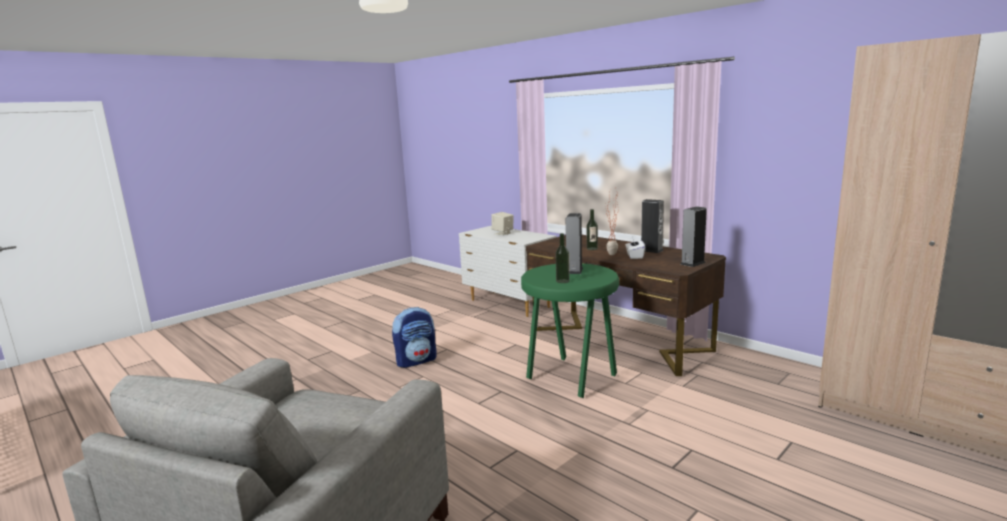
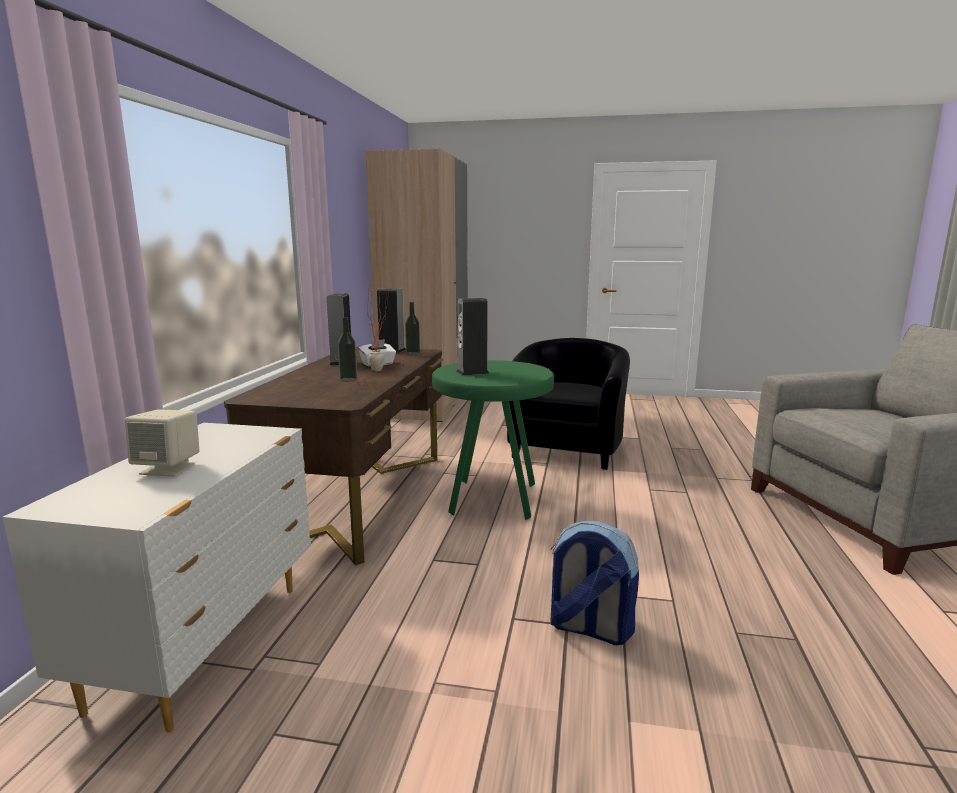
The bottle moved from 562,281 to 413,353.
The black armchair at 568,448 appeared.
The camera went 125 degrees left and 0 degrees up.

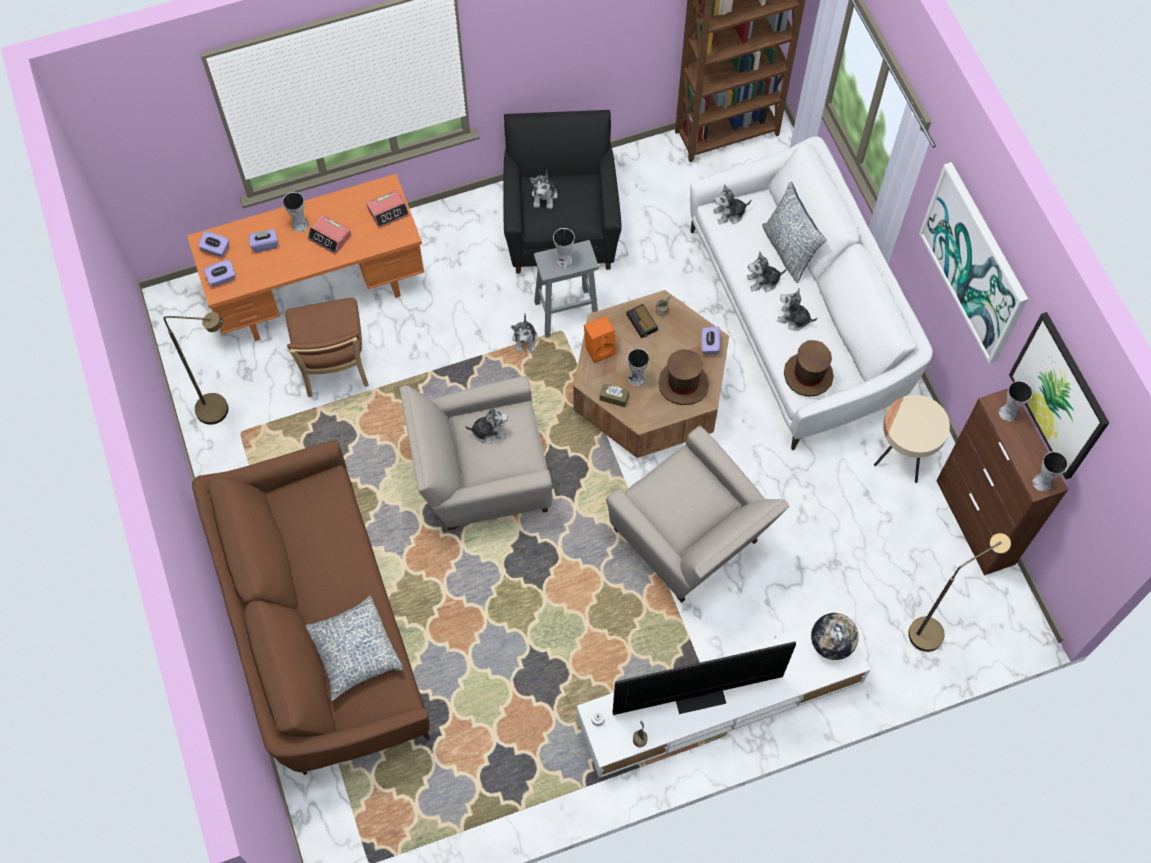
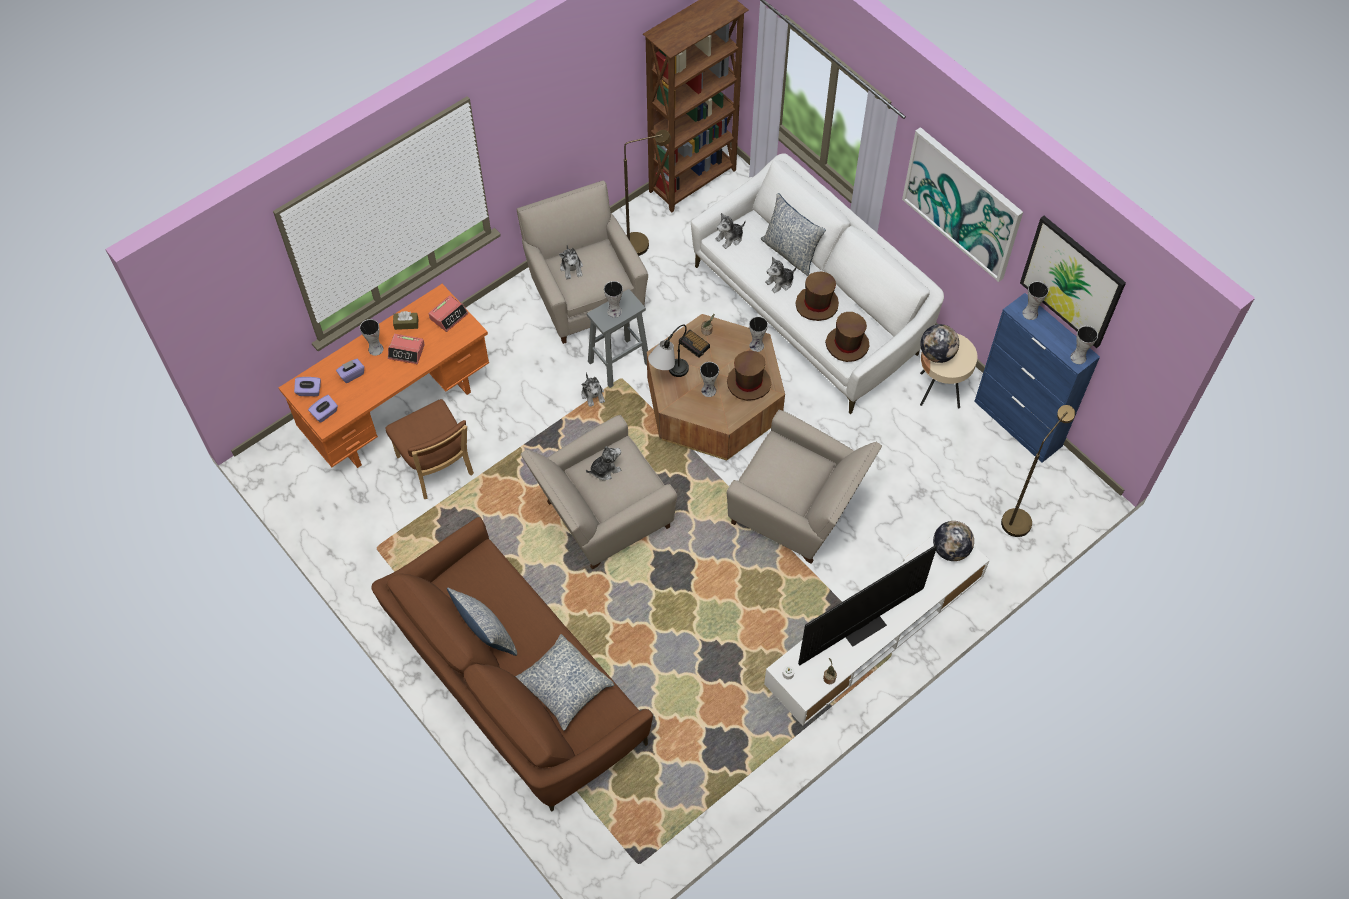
The brown tissue box moved from 614,397 to 406,324.
The pillow at 486,634 appeared.
The black armchair at 560,225 became the beige armchair at 584,294.
The brown floor lamp moved from 221,409 to 642,242.
The orange speaker at 600,348 was replaced by the table lamp at 668,376.
The purple tissue box at 709,345 was replaced by the vase at 757,346.
The plush toy at 793,319 was replaced by the brown hat at 817,304.
The globe at 937,354 appeared.
The brown cabinet at 975,522 became the blue cabinet at 1018,424.
The camera went 20 degrees left and 5 degrees down.

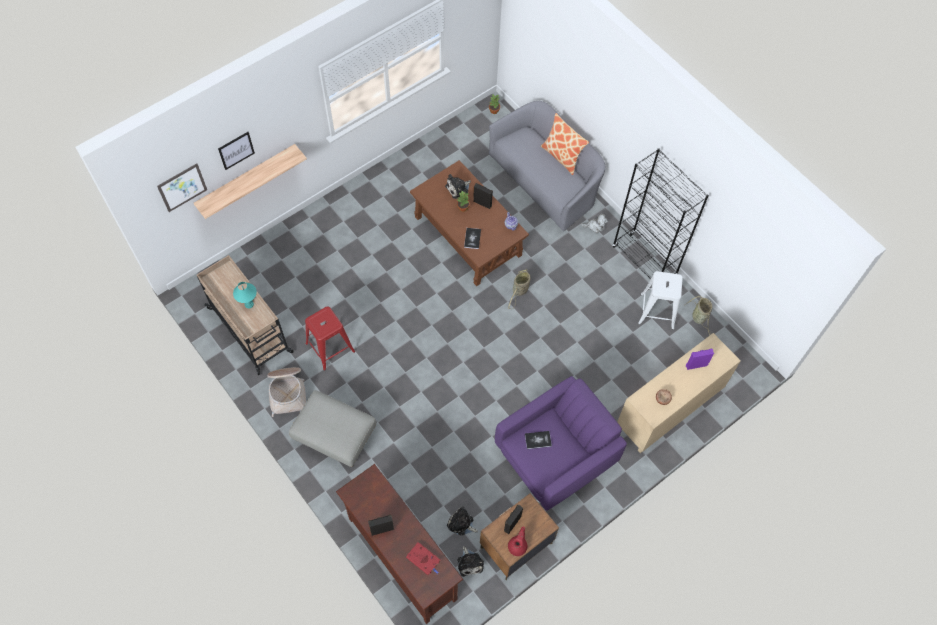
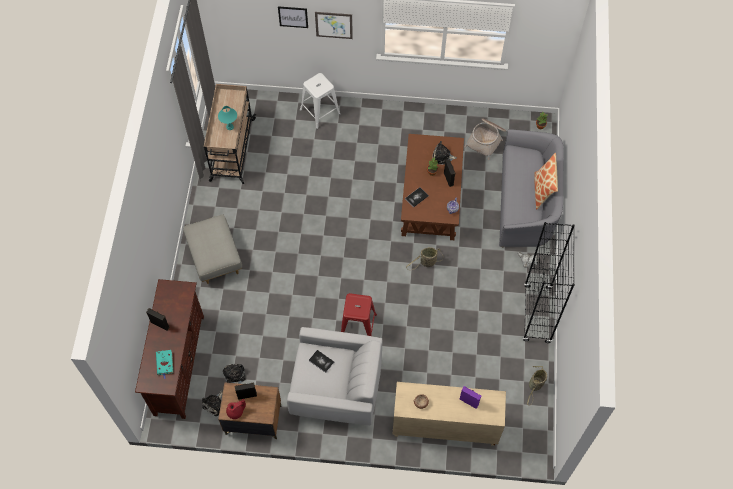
The red book at 424,559 became the turquoise book at 165,364.
The purple armchair at 555,456 became the white armchair at 336,388.
The white stool moved from 657,311 to 320,111.
The picture moved from 182,187 to 334,25.
The red stool moved from 330,347 to 358,326.
The basket moved from 287,392 to 486,140.
The shelf at 246,179 disappeared.
The camera went 45 degrees right and 0 degrees up.

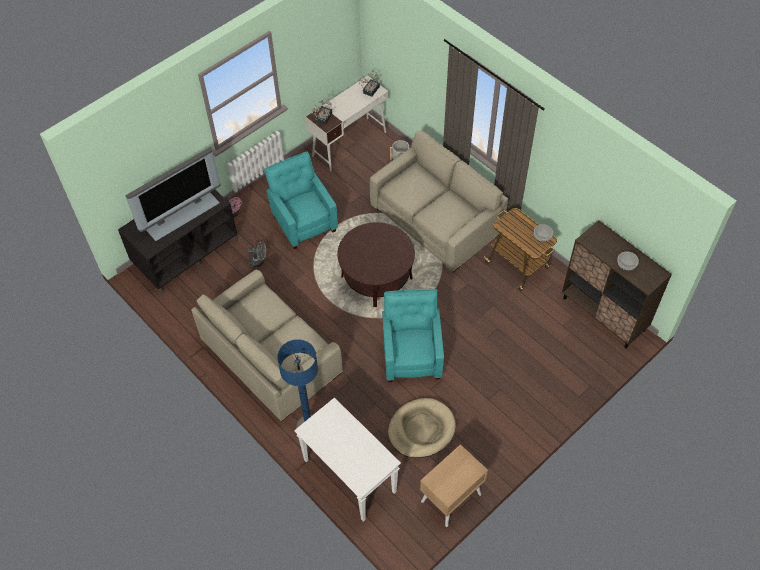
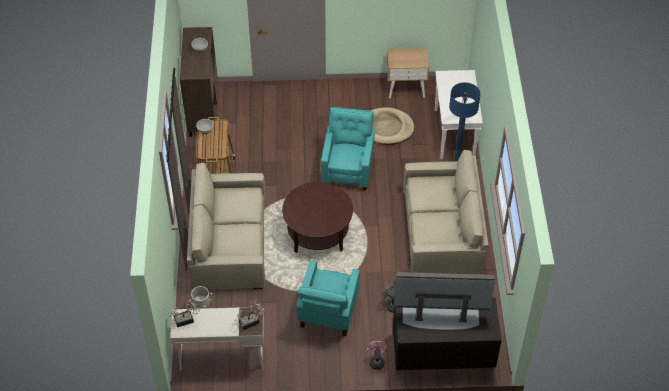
The turquoise armchair at 412,355 turned 150 degrees clockwise.
The camera went 140 degrees left and 5 degrees down.

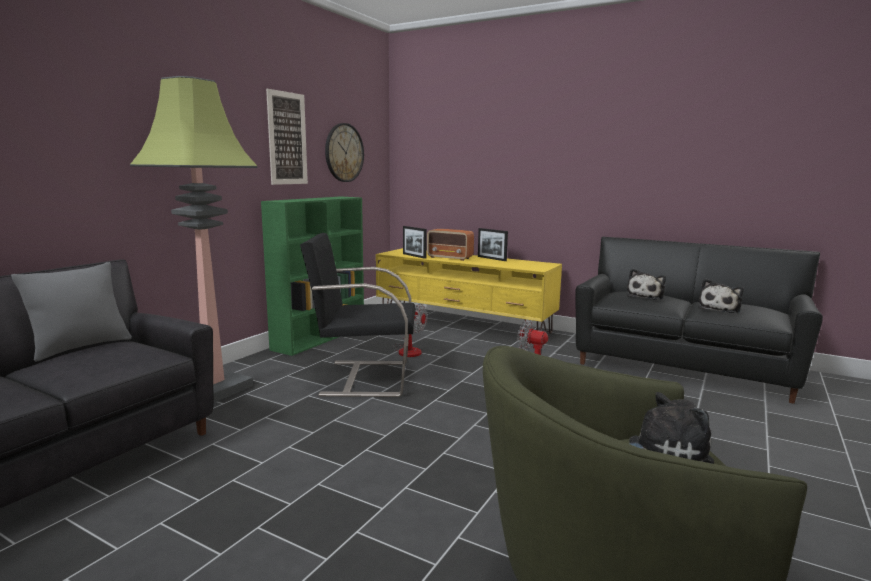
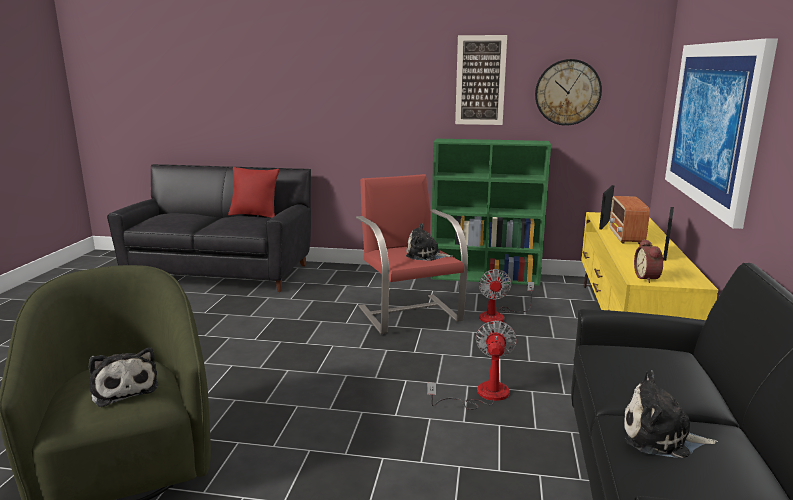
The grey pillow at 81,347 became the red pillow at 254,215.
The black armchair at 364,378 became the red armchair at 409,313.
The plush toy moved from 646,296 to 425,255.
The alarm clock at 648,278 appeared.
The picture at 713,124 appeared.
The floor lamp at 214,388 disappeared.
The camera went 70 degrees right and 5 degrees up.

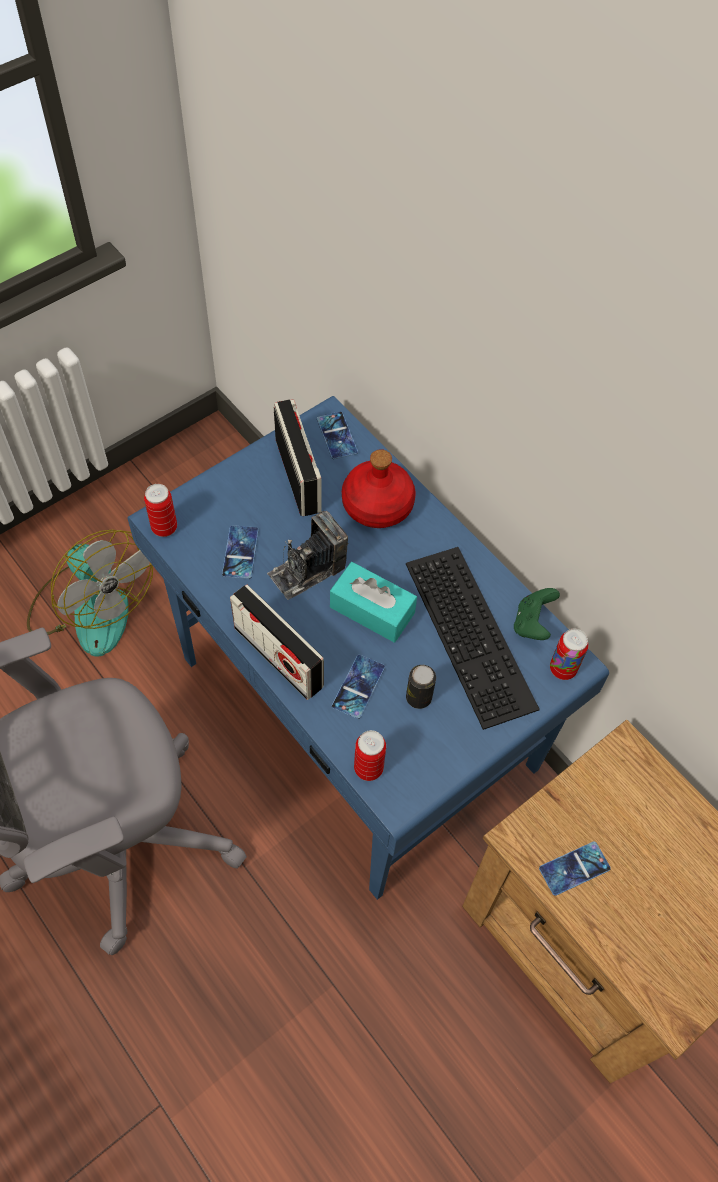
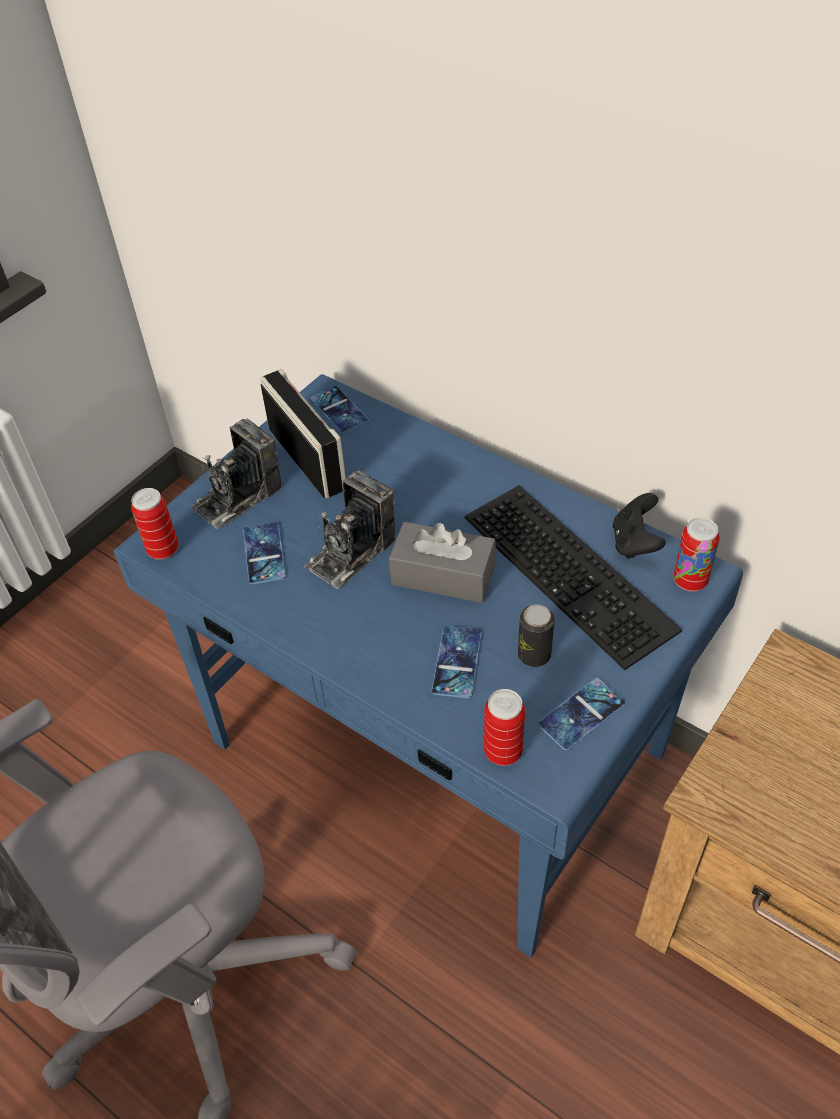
The photo camera at 237,497 appeared.
The turquoise tissue box at 372,610 became the grey tissue box at 443,575.
The phone moved from 574,868 to 581,714.
The green game controller at 532,623 became the black game controller at 635,542.
The fan at 91,607 disappeared.
The radio at 278,657 disappeared.
The red bottle at 377,506 disappeared.
The camera went 10 degrees left and 10 degrees down.

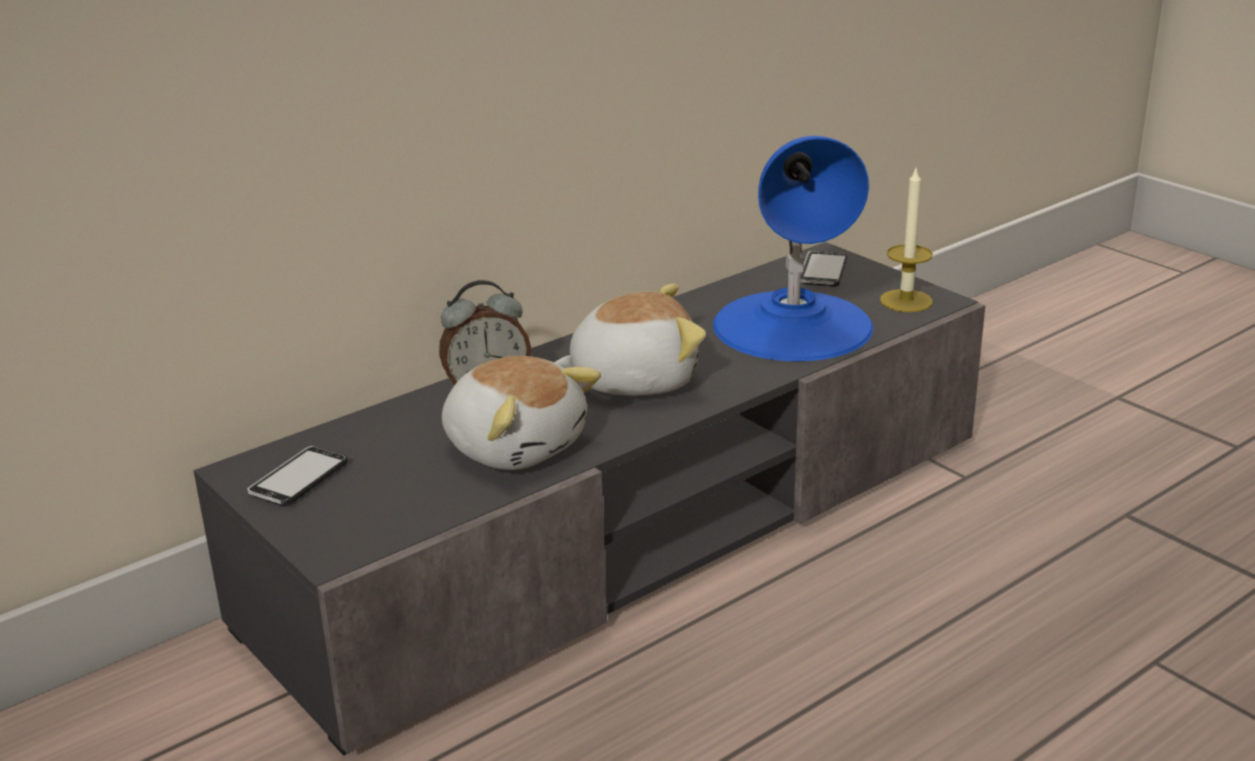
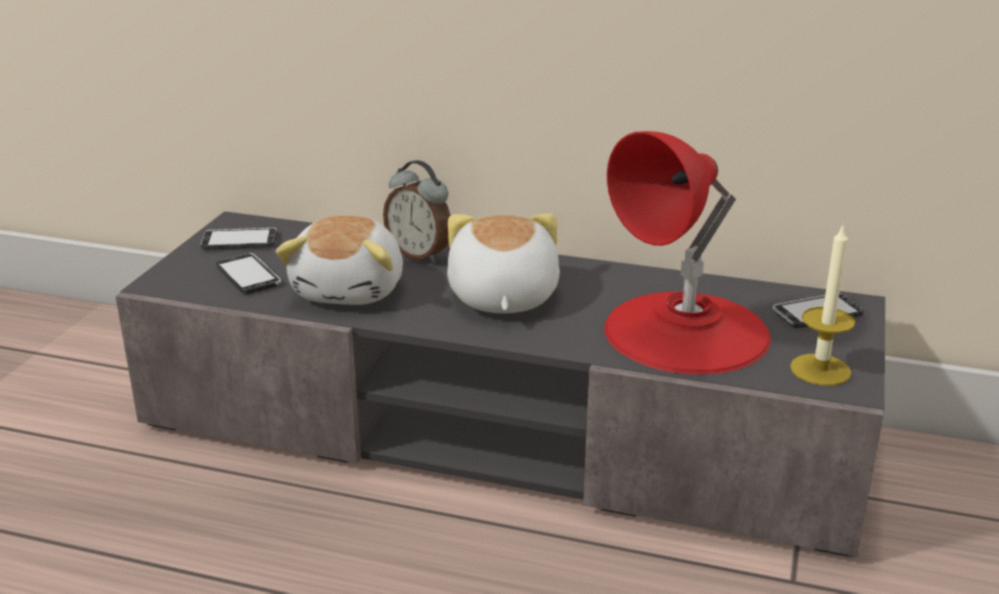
The phone at 248,276 appeared.
The plush toy at 633,379 turned 135 degrees counterclockwise.
The blue table lamp at 793,325 became the red table lamp at 686,332.
The camera went 55 degrees right and 0 degrees up.

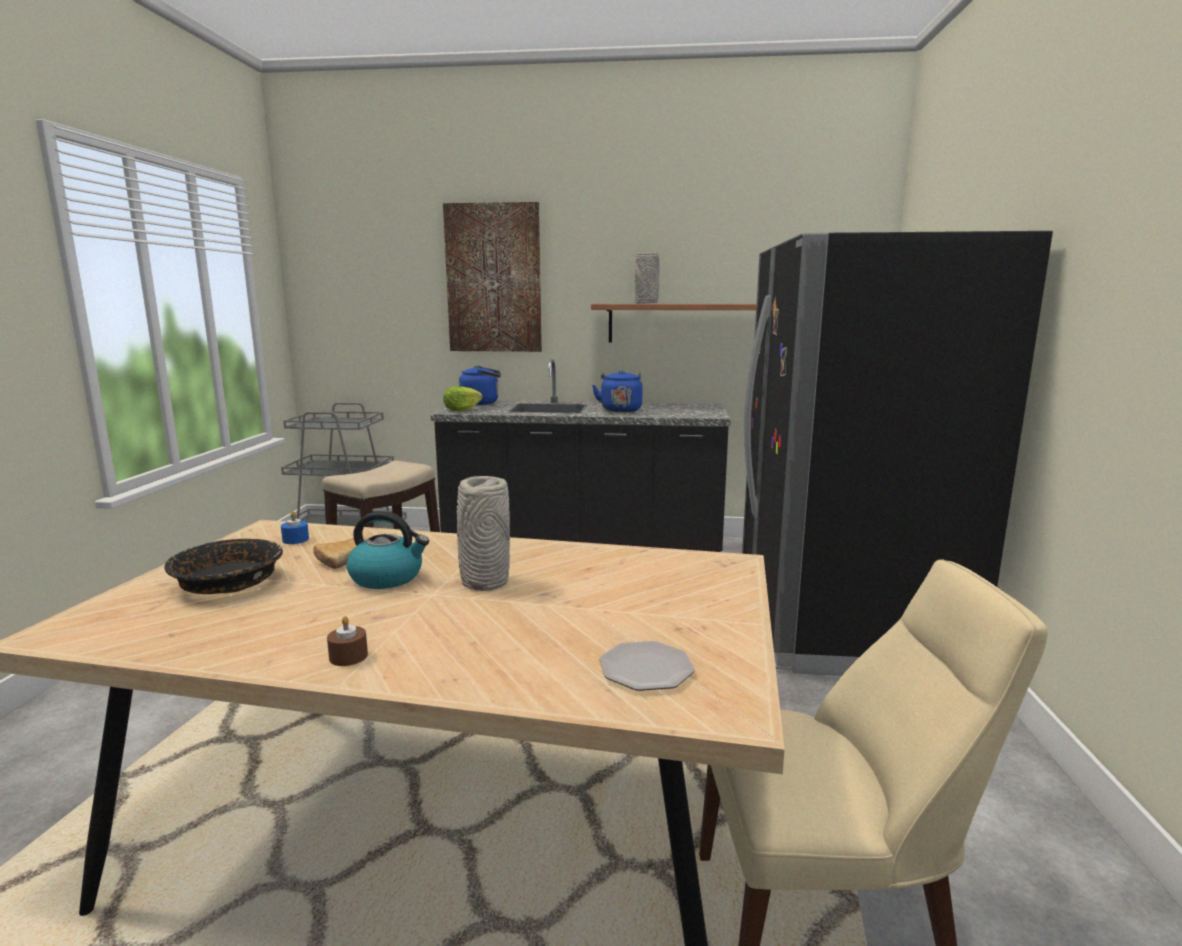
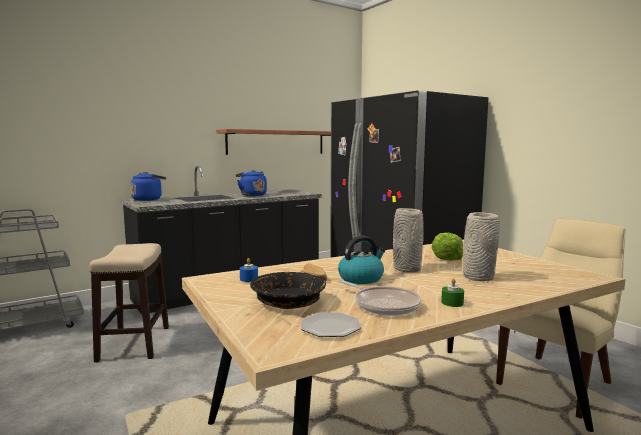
The plate moved from 645,669 to 329,327.
The frying pan at 383,304 appeared.
The lettuce moved from 461,409 to 446,258.
The brown candle at 348,656 became the green candle at 452,303.
The grey vase moved from 646,303 to 477,277.
The picture at 494,279 disappeared.
The camera went 40 degrees left and 5 degrees down.

